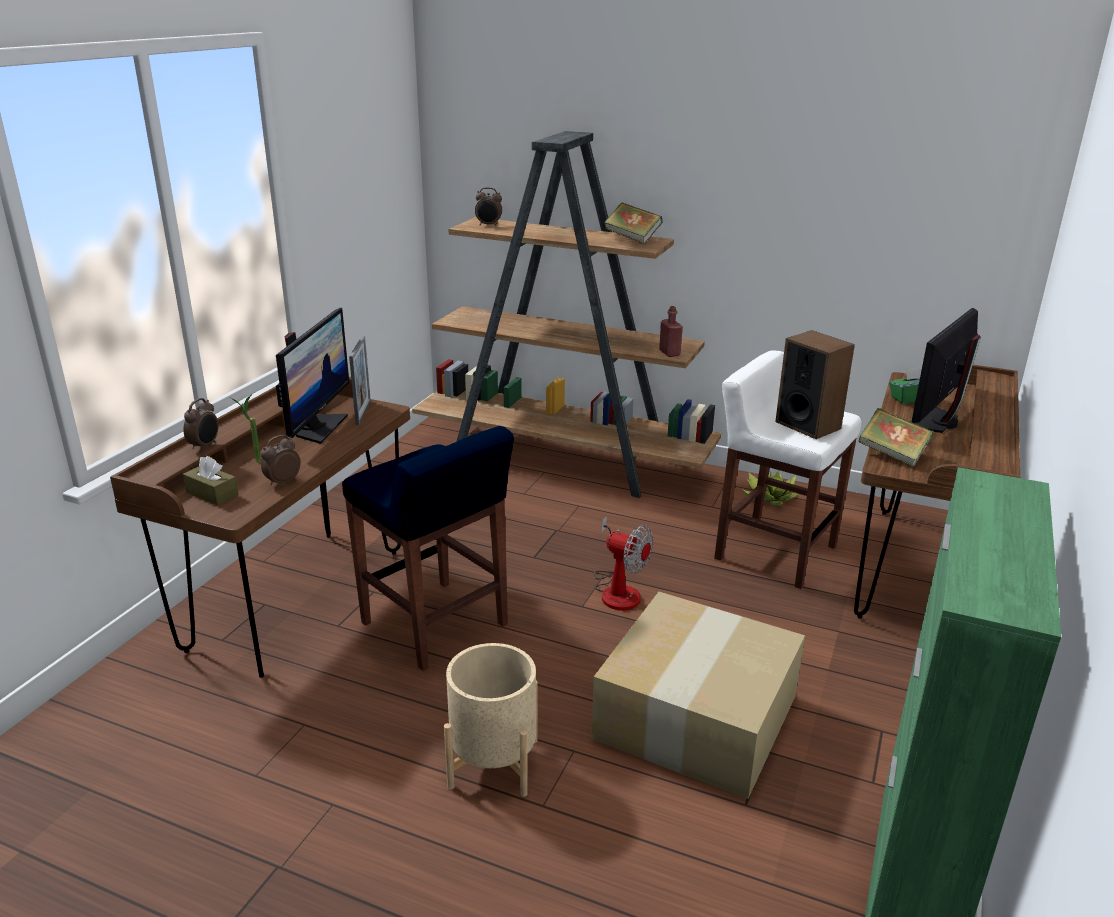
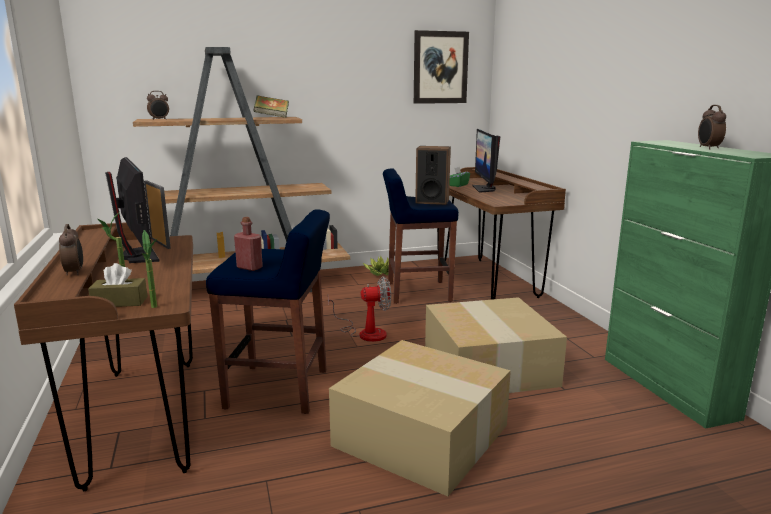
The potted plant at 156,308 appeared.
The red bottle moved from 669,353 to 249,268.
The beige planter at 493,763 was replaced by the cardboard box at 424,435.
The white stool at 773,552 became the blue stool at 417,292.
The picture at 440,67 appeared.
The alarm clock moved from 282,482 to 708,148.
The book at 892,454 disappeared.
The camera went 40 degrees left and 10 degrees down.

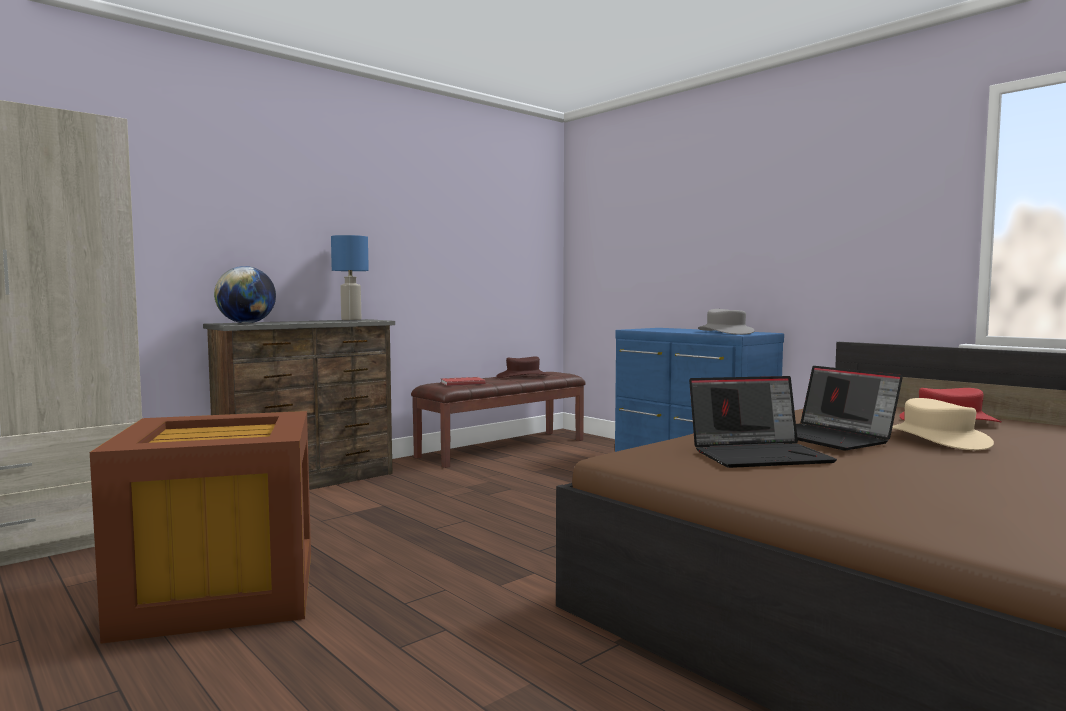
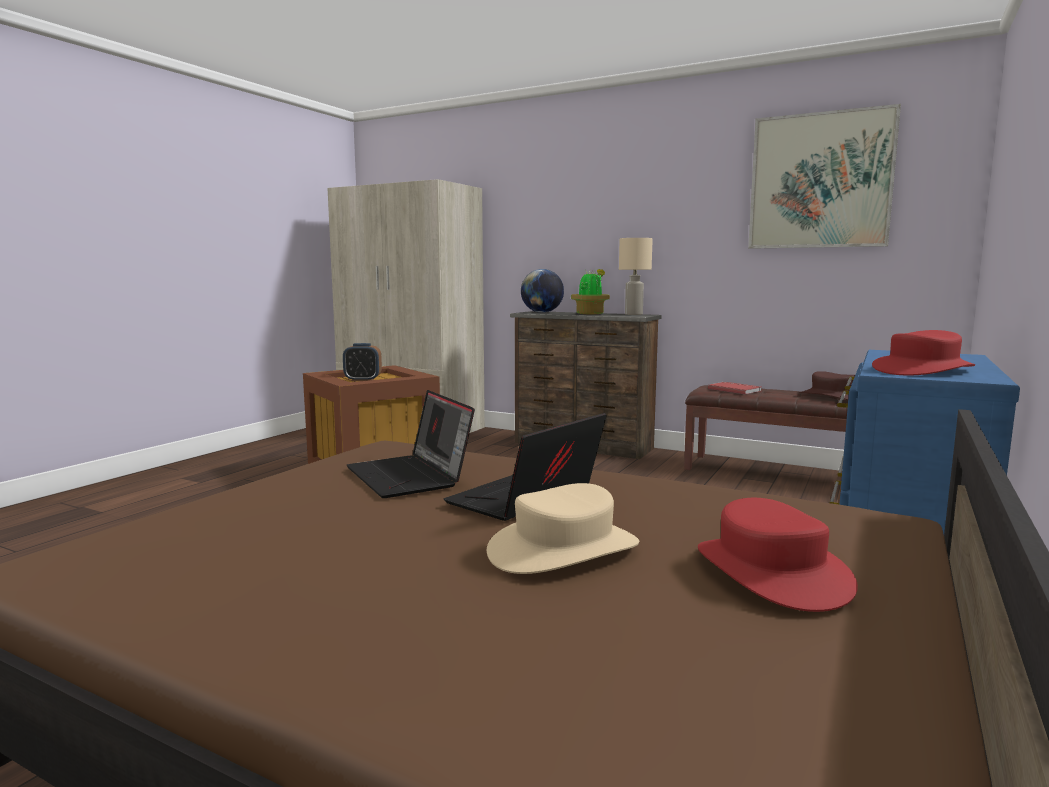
The alarm clock at 363,380 appeared.
The potted plant at 590,313 appeared.
The blue table lamp at 351,320 became the beige table lamp at 633,314.
The picture at 820,181 appeared.
The grey hat at 725,332 became the red hat at 923,370.
The camera went 70 degrees right and 5 degrees up.

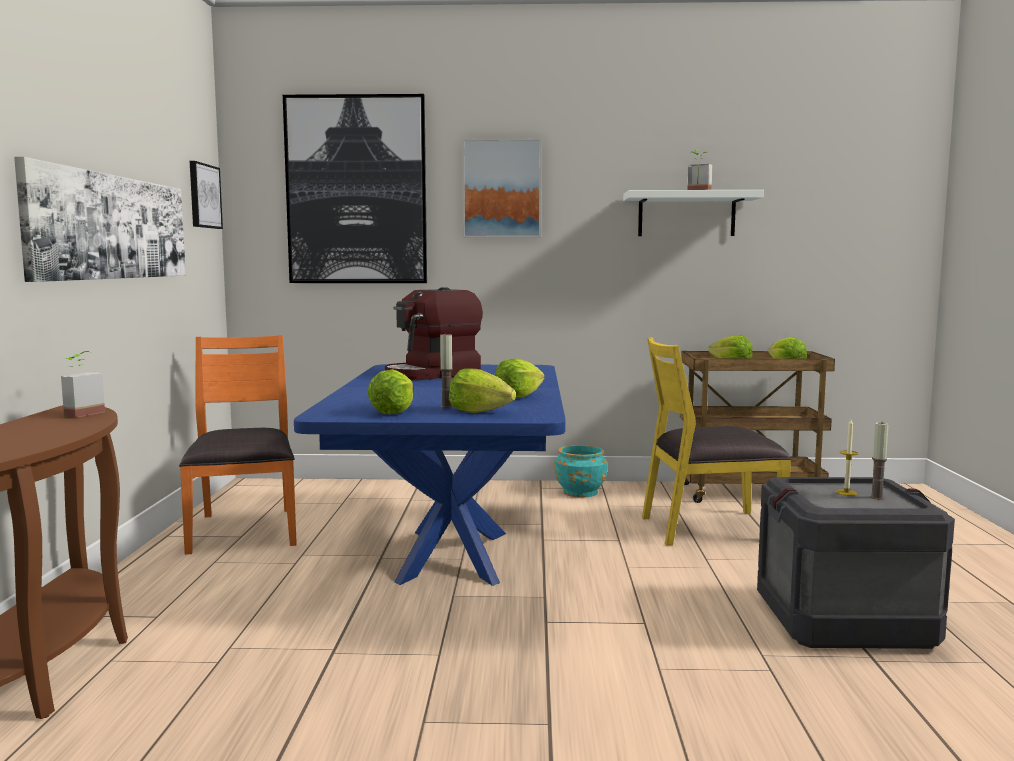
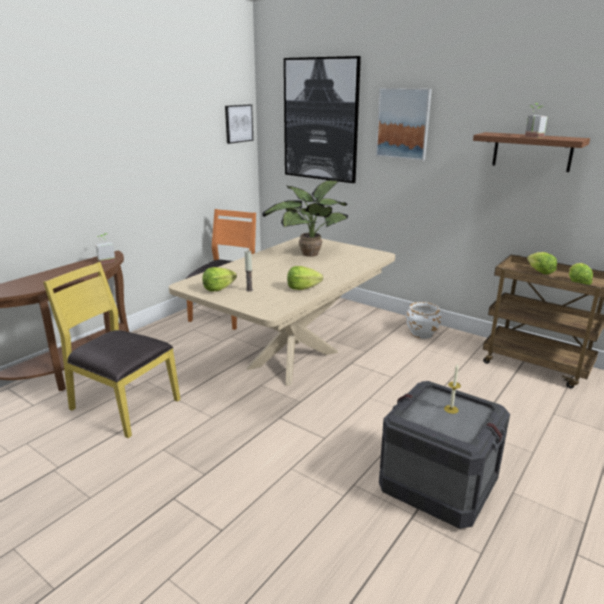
The yellow chair moved from 710,528 to 123,405.
The blue dining table at 452,556 became the beige dining table at 292,359.
The coffee machine at 432,375 was replaced by the potted plant at 307,253.
The turquoise planter at 580,492 became the white planter at 422,333.
The white shelf at 686,214 became the brown shelf at 532,151.
The picture at 111,227 disappeared.
The lettuce at 479,411 disappeared.
The candle at 876,497 disappeared.
The camera went 35 degrees right and 15 degrees up.

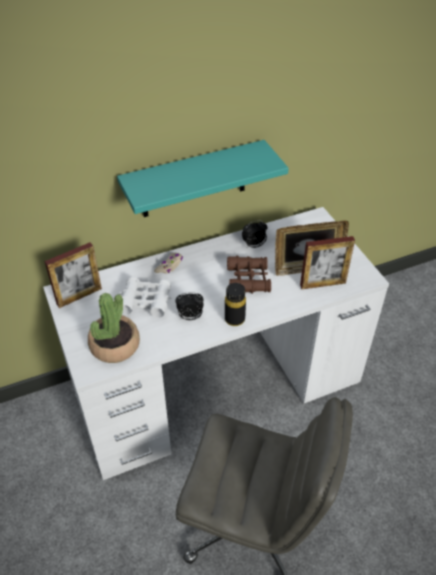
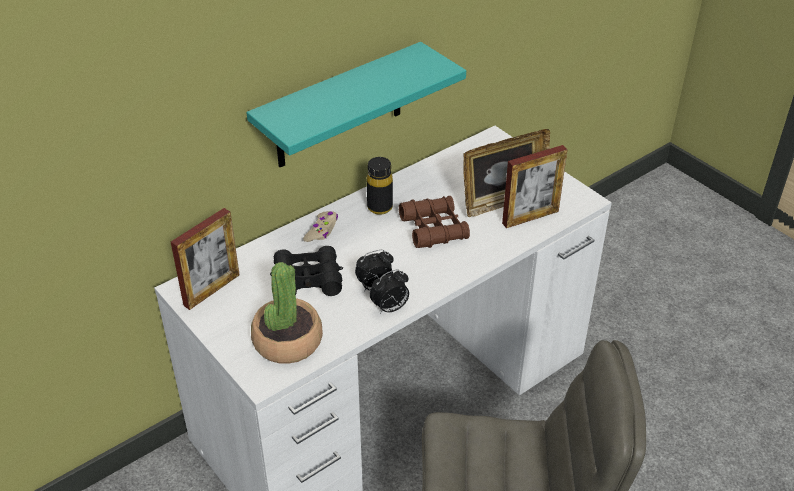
The white binoculars at 145,301 became the black binoculars at 307,280.
The black bottle moved from 234,319 to 380,207.
The alarm clock moved from 254,245 to 390,308.
The camera went 15 degrees left and 5 degrees down.

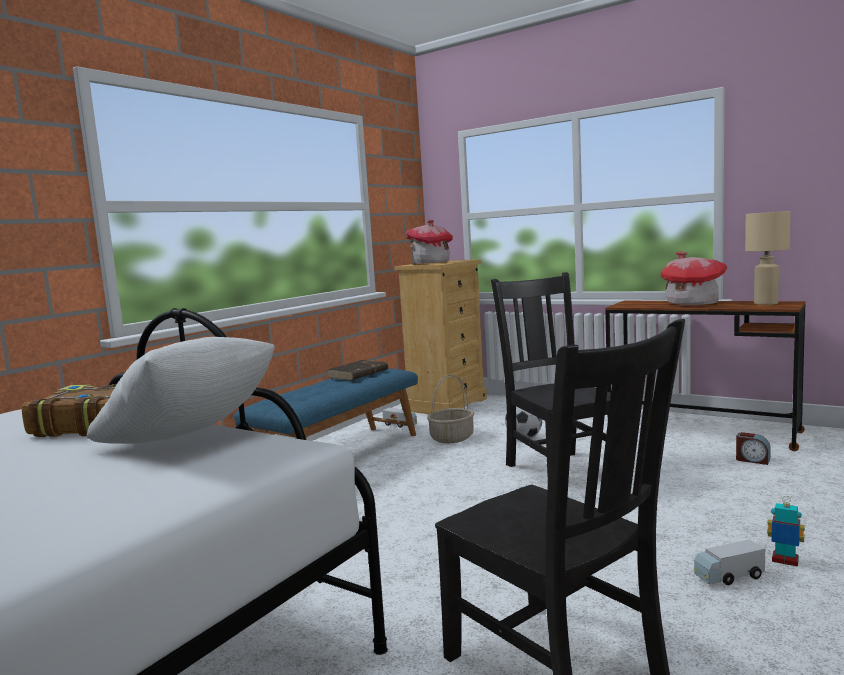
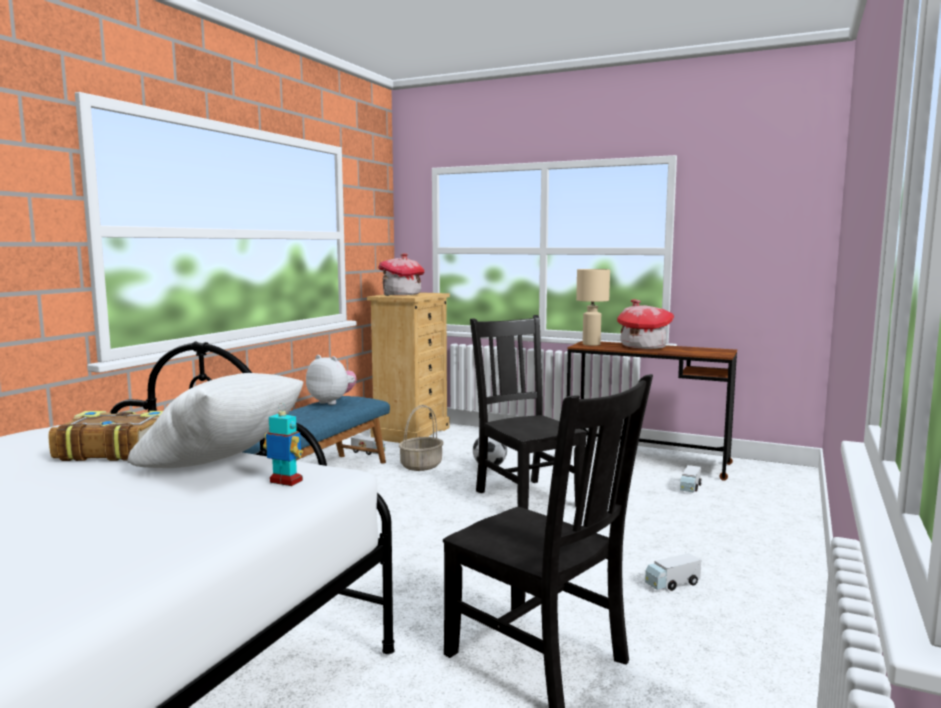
The toy robot moved from 785,561 to 285,482.
The brown book at 357,373 was replaced by the plush toy at 332,402.
The beige table lamp moved from 766,304 to 591,344.
The alarm clock at 752,460 was replaced by the toy truck at 690,488.
The camera went 10 degrees left and 0 degrees up.

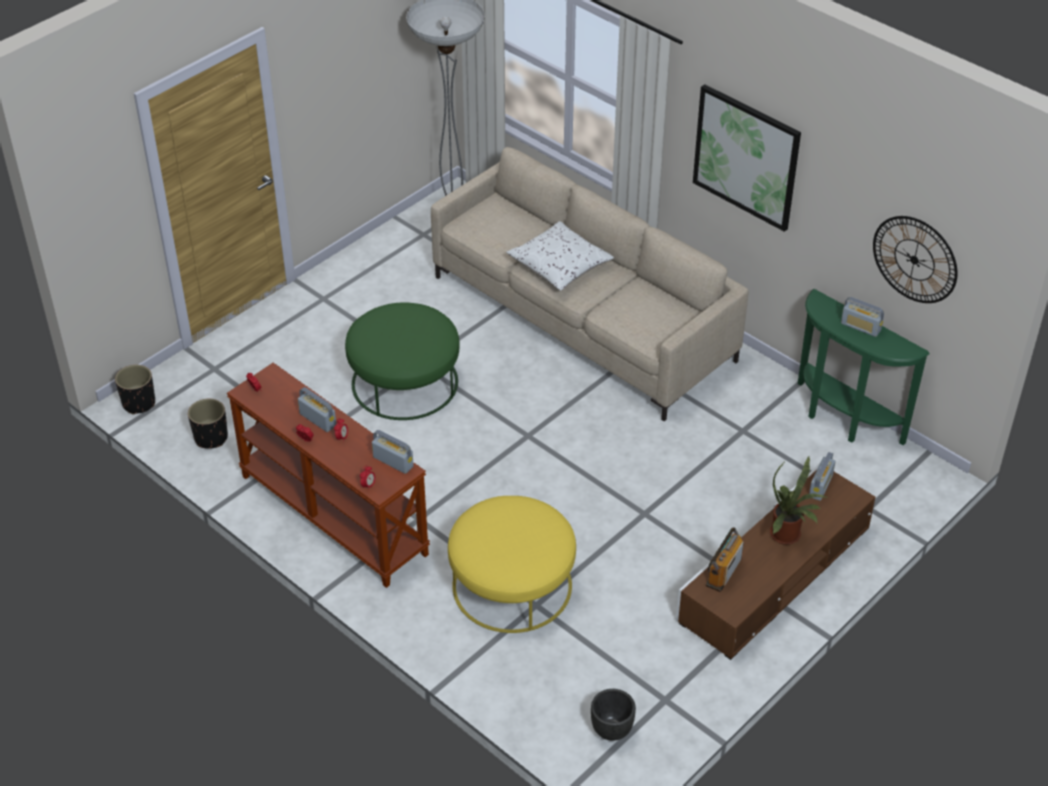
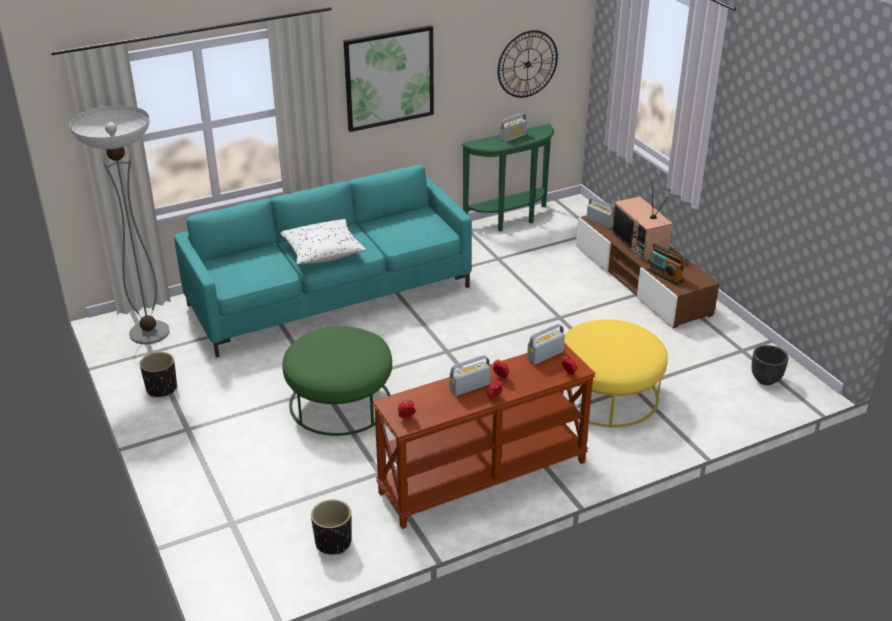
The black planter moved from 139,403 to 161,388.
The beige sofa at 582,319 became the turquoise sofa at 330,296.
The potted plant at 788,536 was replaced by the television at 641,244.
The camera went 70 degrees left and 10 degrees down.

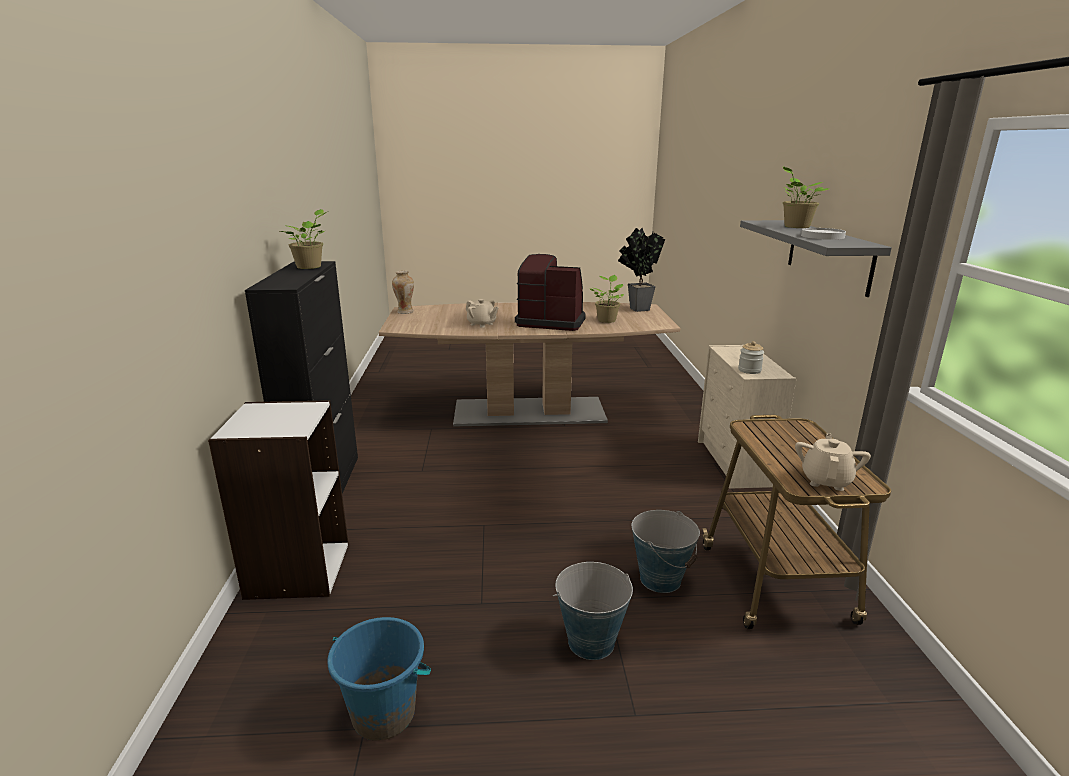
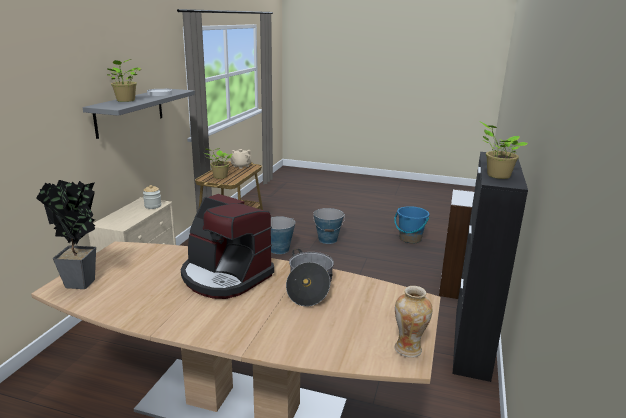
The potted plant moved from 607,320 to 219,176.
The beige teapot at 482,324 was replaced by the cooking pot at 309,288.
The camera went 160 degrees left and 0 degrees up.

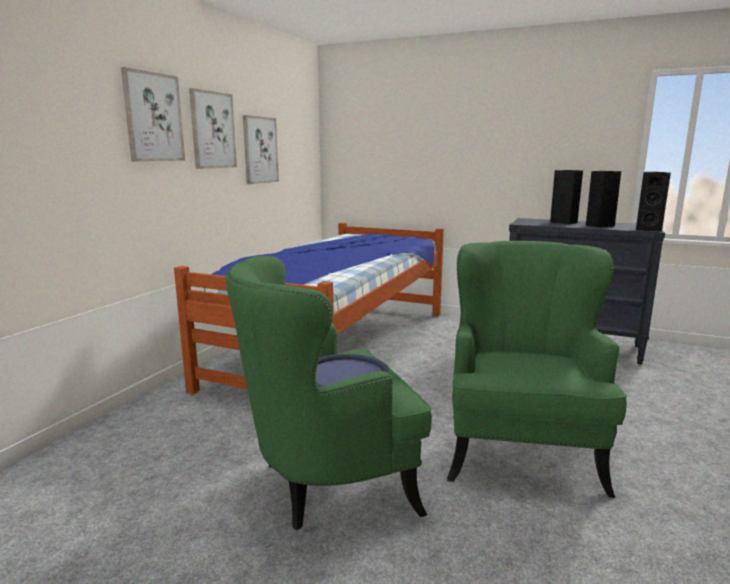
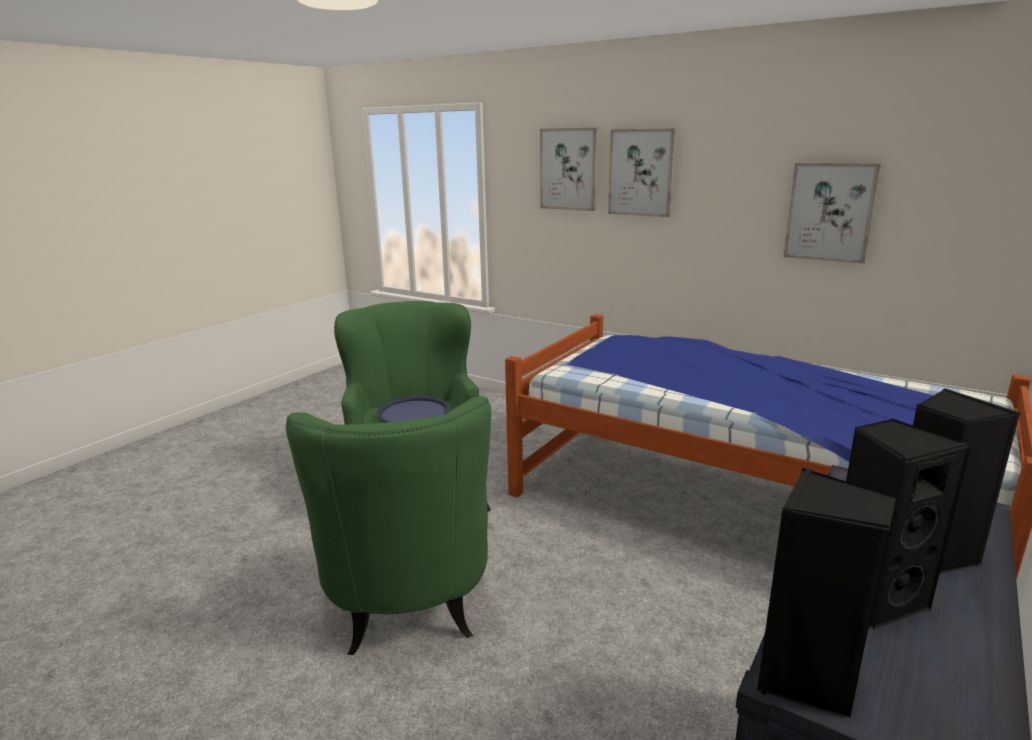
The green armchair at 520,450 turned 60 degrees clockwise.
The picture moved from 212,130 to 569,169.
The camera went 100 degrees right and 5 degrees up.

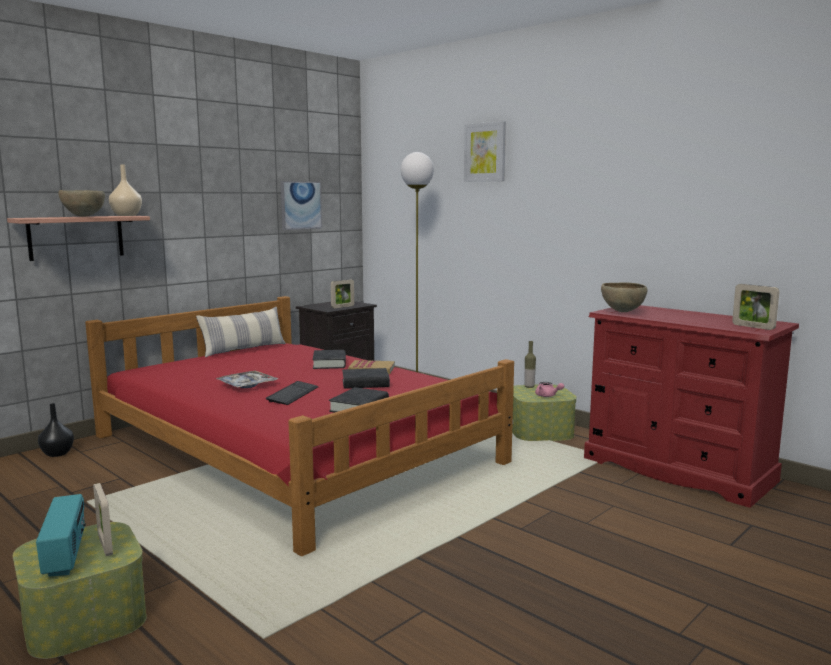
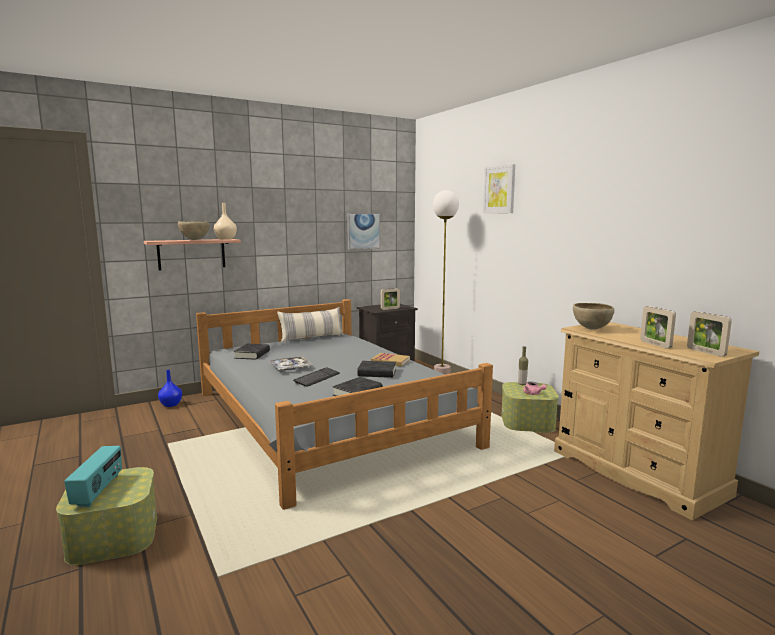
The black vase at 57,454 became the blue vase at 170,405.
The red bed at 295,449 became the grey bed at 328,417.
The black book moved from 329,363 to 252,355.
The red dresser at 677,470 became the beige dresser at 637,472.
The picture frame moved from 105,545 to 655,344.
The camera went 15 degrees right and 0 degrees up.

